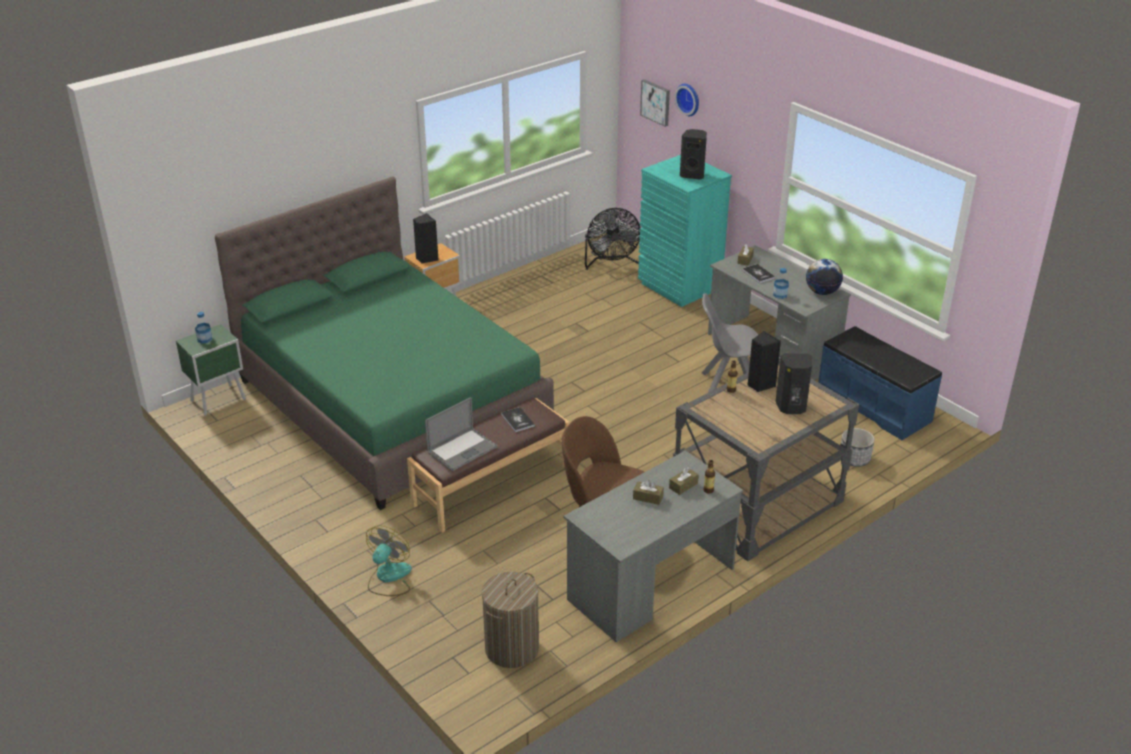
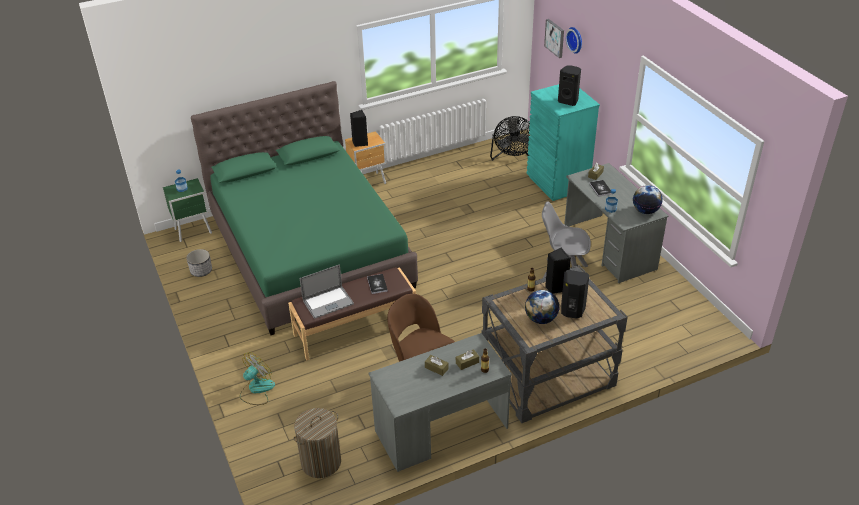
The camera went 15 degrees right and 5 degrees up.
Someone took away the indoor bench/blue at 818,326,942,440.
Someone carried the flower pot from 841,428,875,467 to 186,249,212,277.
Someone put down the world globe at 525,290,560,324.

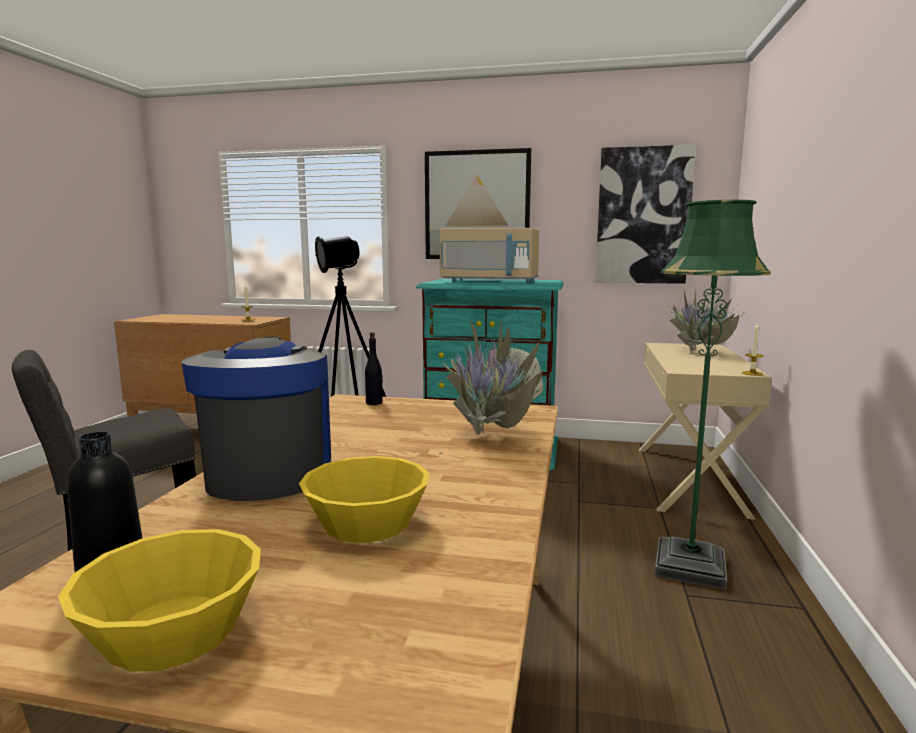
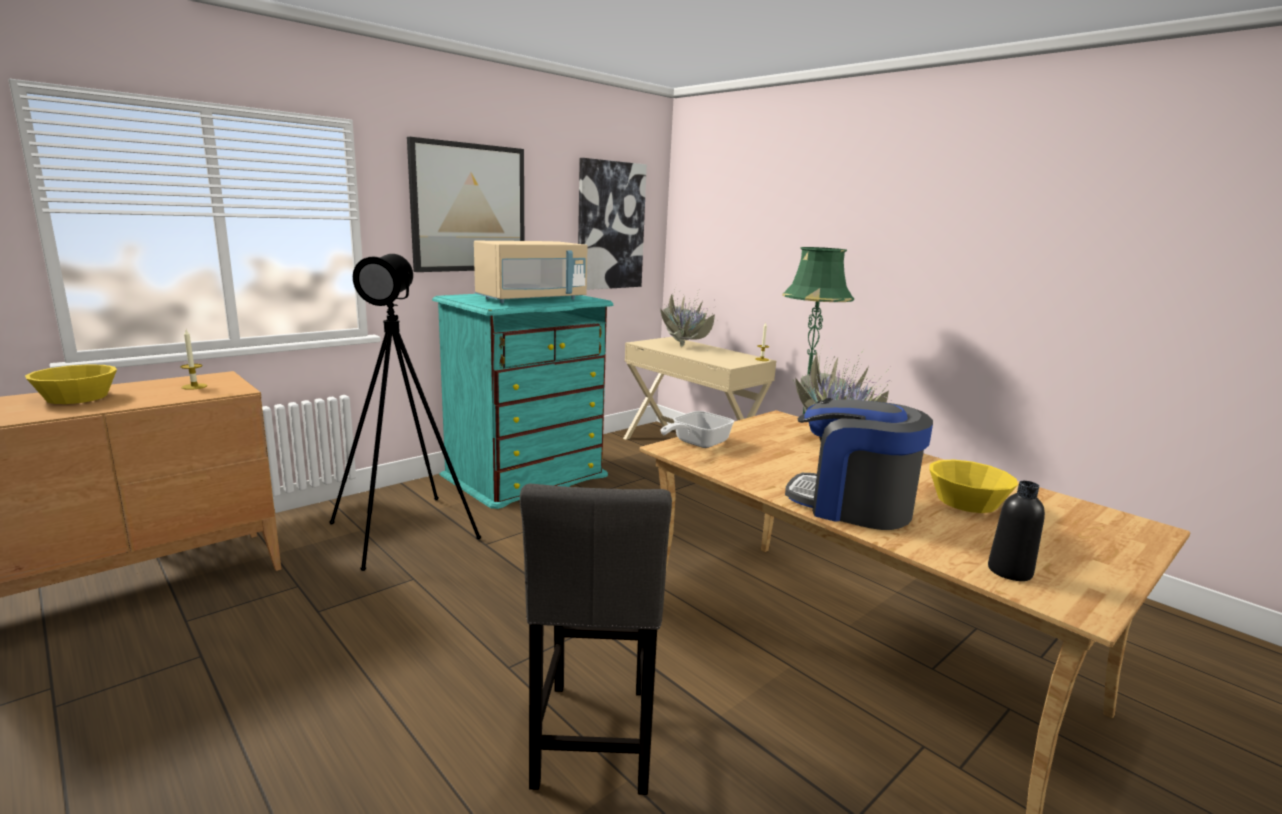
The camera went 55 degrees left and 5 degrees up.
Someone carried the serving bowl/yellowish from 58,529,261,672 to 25,364,117,404.
Someone swapped the beverage bottle/black at 365,332,383,405 for the pan at 660,411,734,448.

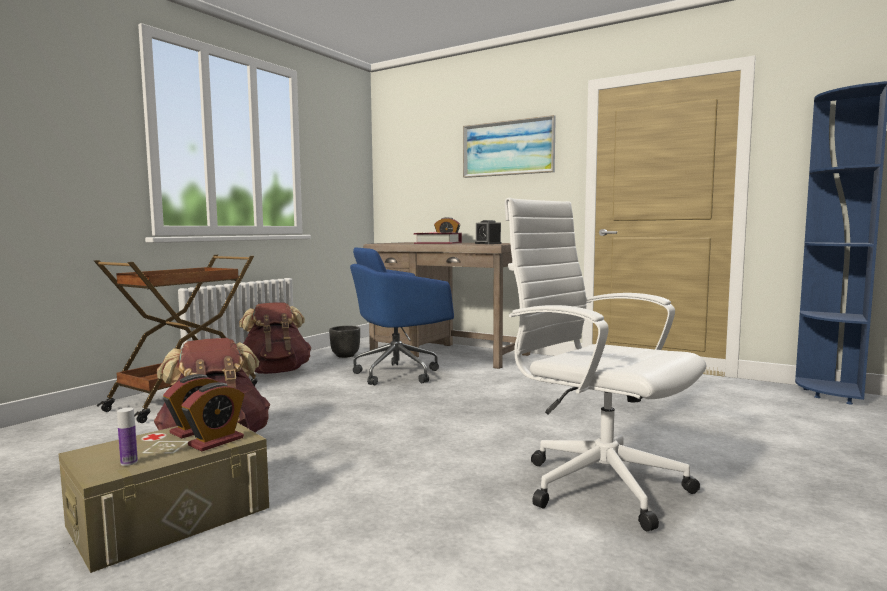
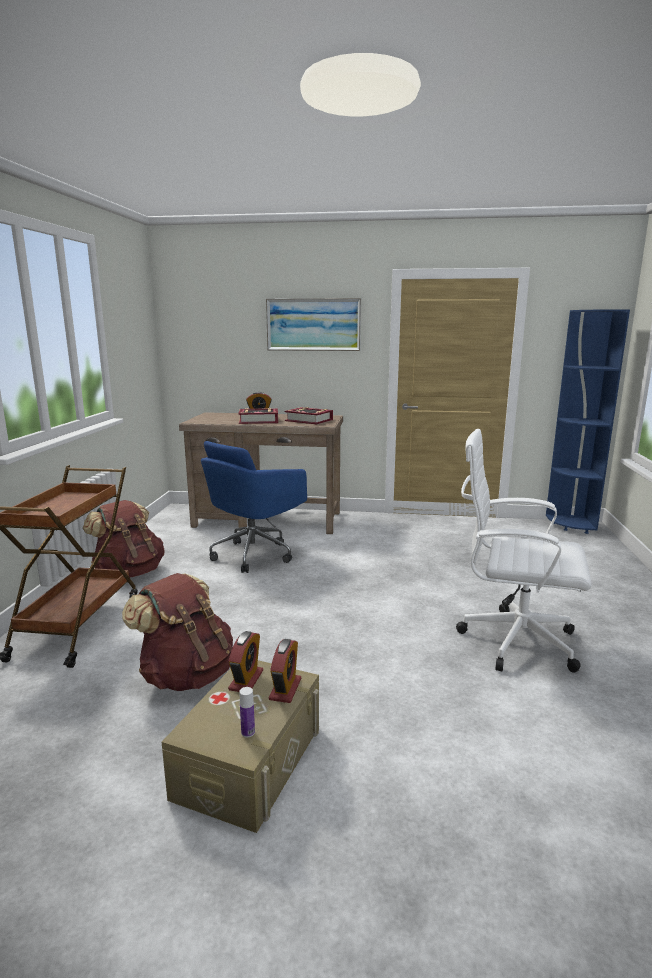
The camera went 25 degrees left and 10 degrees up.
Someone took away the flower pot/black at 329,326,360,358.
Someone swapped the table clock at 475,220,502,244 for the volume at 285,407,333,424.

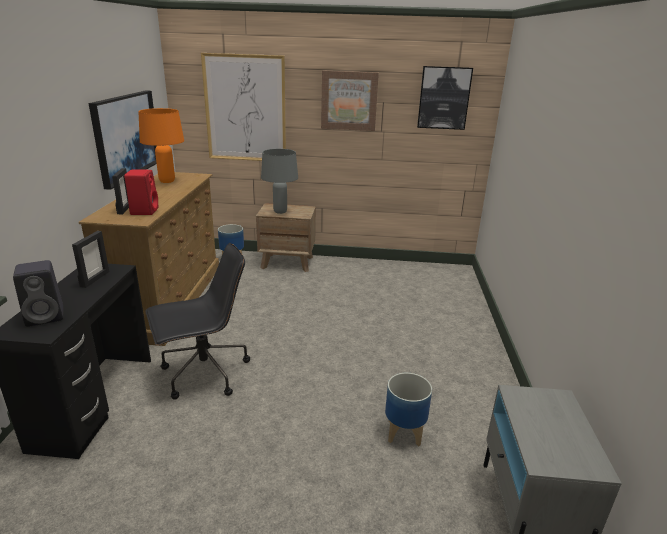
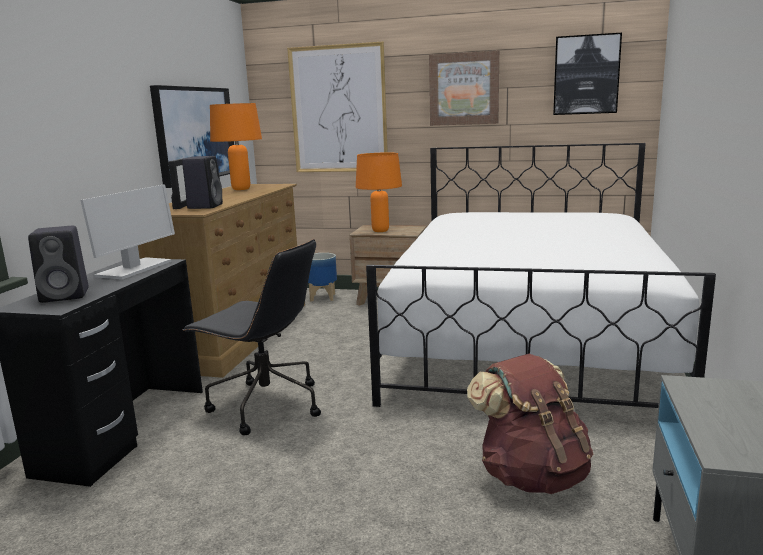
The camera went 10 degrees right and 10 degrees down.
Someone swapped the picture frame at 72,231,109,288 for the monitor at 80,184,175,280.
Someone repainted the loudspeaker/red at 124,169,159,215, which became the loudspeaker/black at 182,156,223,209.
Someone rotated the office chair/black at 145,243,250,400 by 45 degrees clockwise.
Someone repainted the table lamp/greyish at 261,149,298,214, which became the table lamp/orange-coloured at 356,152,402,232.
Someone swapped the flower pot at 385,373,432,446 for the rucksack/brownish at 467,354,593,494.
Someone put down the bed/white-coloured at 366,143,716,408.

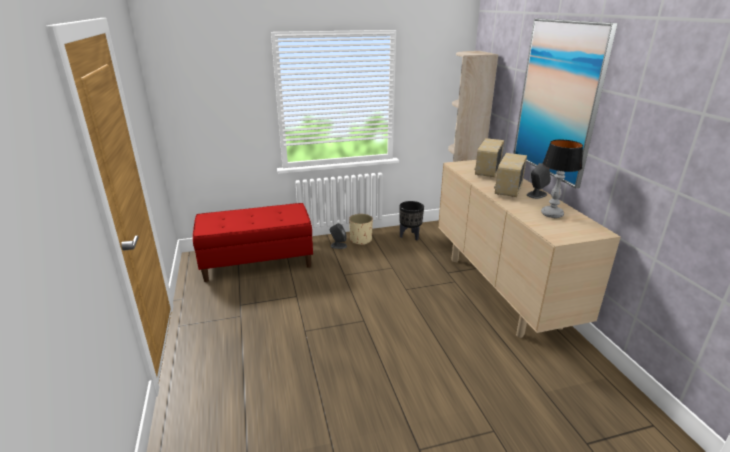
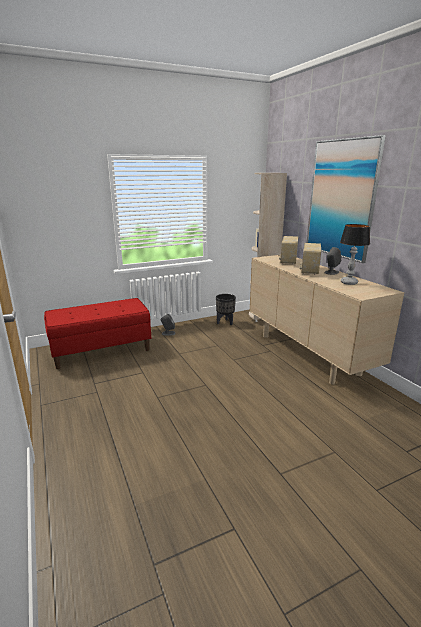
The camera went 10 degrees left and 5 degrees down.
Someone took away the flower pot/beige-coloured at 349,214,373,245.

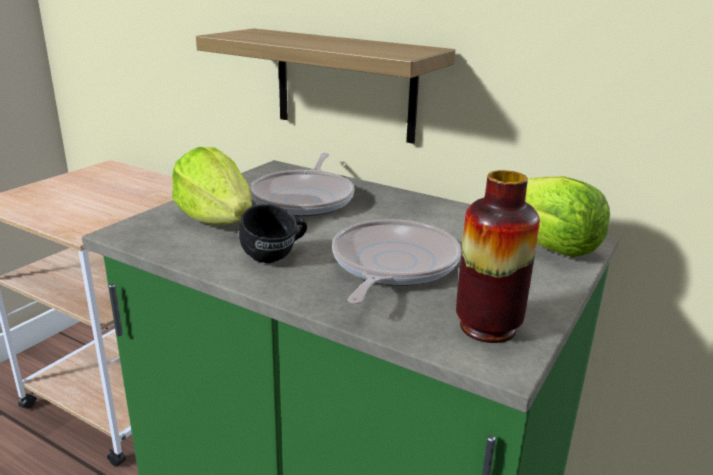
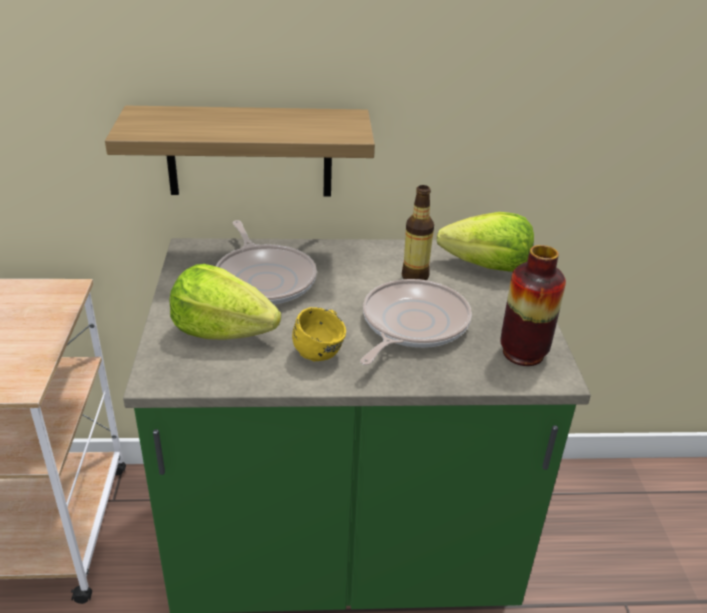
The camera went 35 degrees left and 10 degrees up.
Someone repainted the tea mug/black at 239,204,307,263, which became the tea mug/yellowish at 292,307,346,361.
Someone rotated the pan at 332,219,461,304 by 45 degrees clockwise.
Someone put down the beverage bottle at 402,185,434,280.

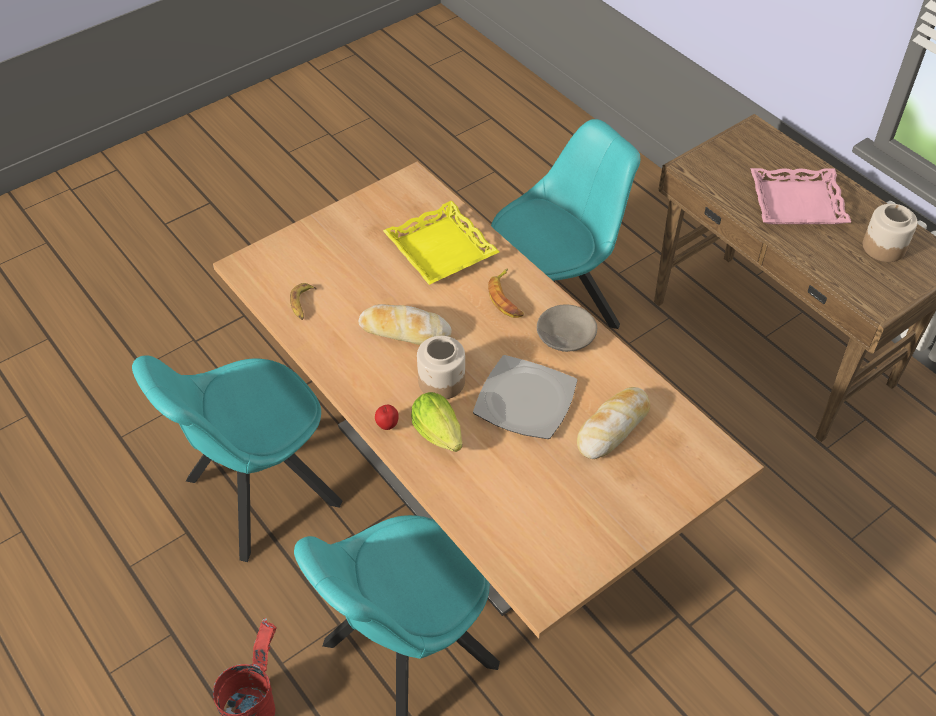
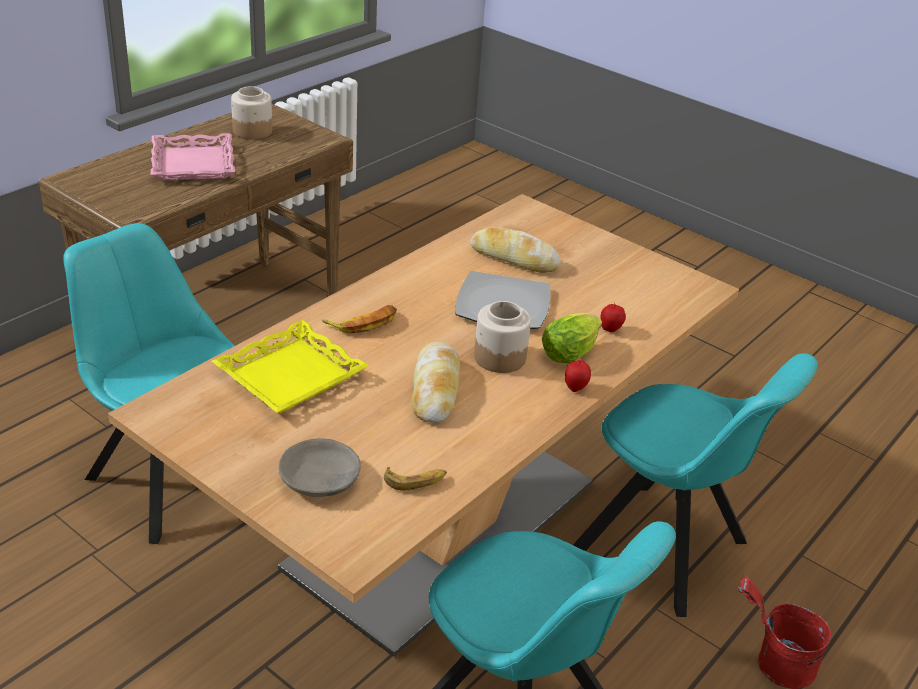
The camera went 105 degrees left and 15 degrees down.
Someone carried the serving bowl/greyish from 537,304,597,352 to 279,438,361,497.
Someone put down the apple fruit at 600,303,626,333.

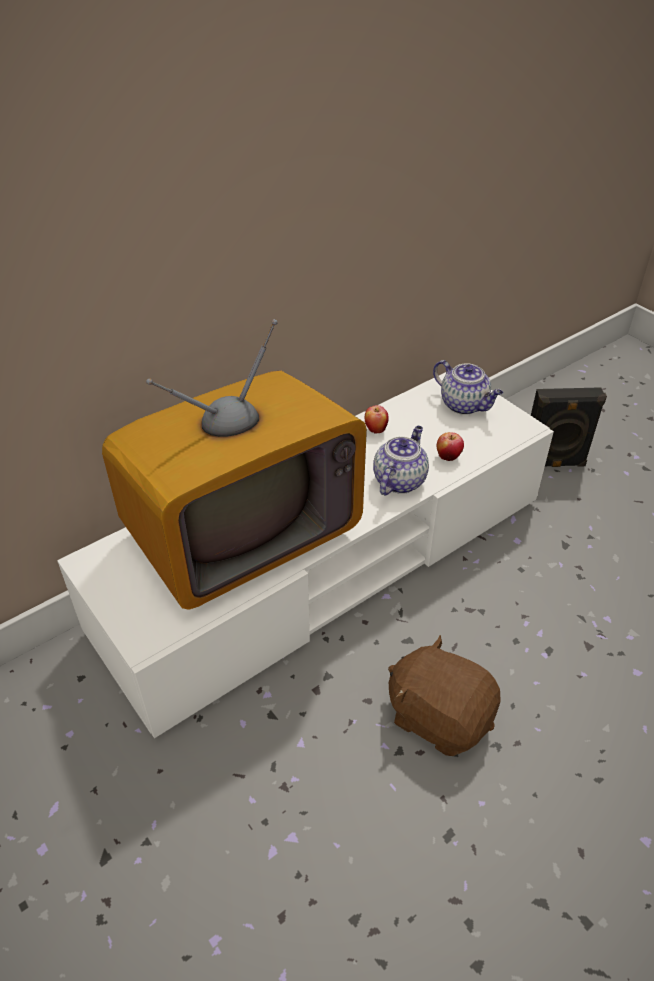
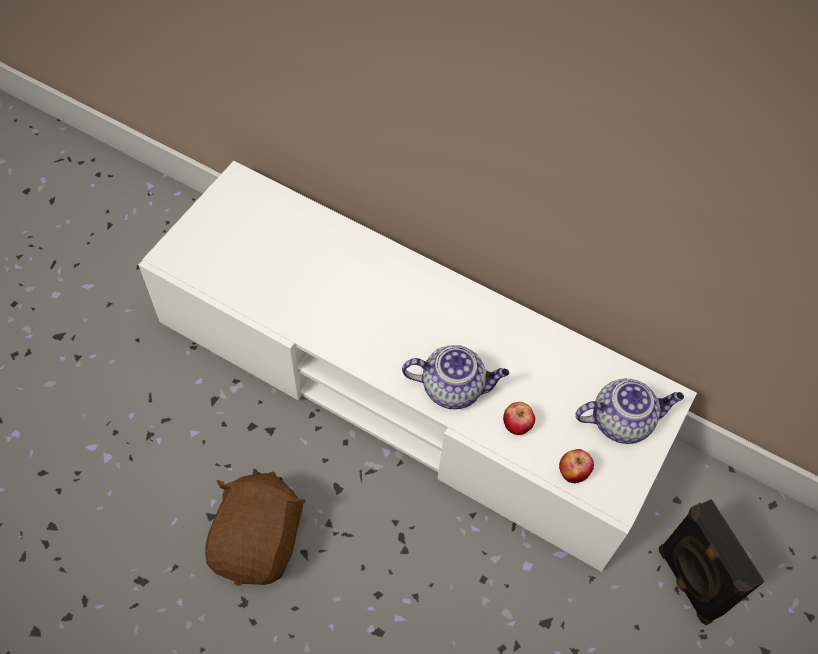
The camera went 65 degrees right and 15 degrees up.
Someone took away the TV set at 102,319,367,609.
Someone carried the apple fruit from 365,405,389,434 to 559,449,594,483.
Someone rotated the teapot at 433,360,503,415 by 120 degrees counterclockwise.

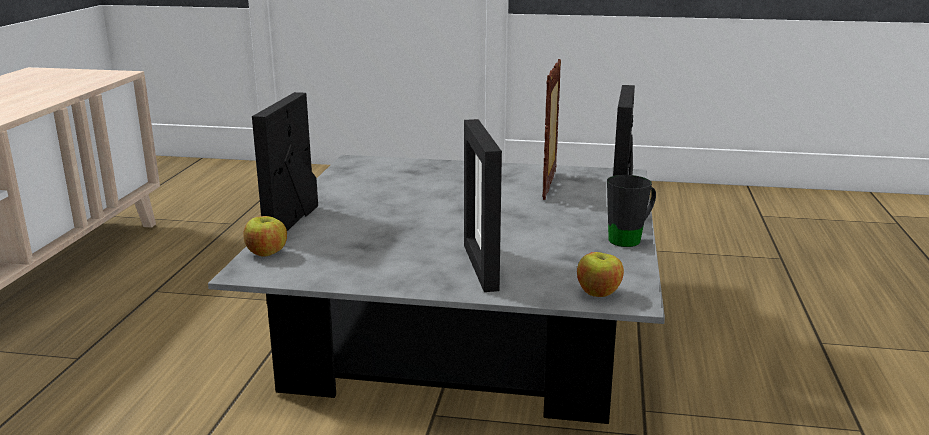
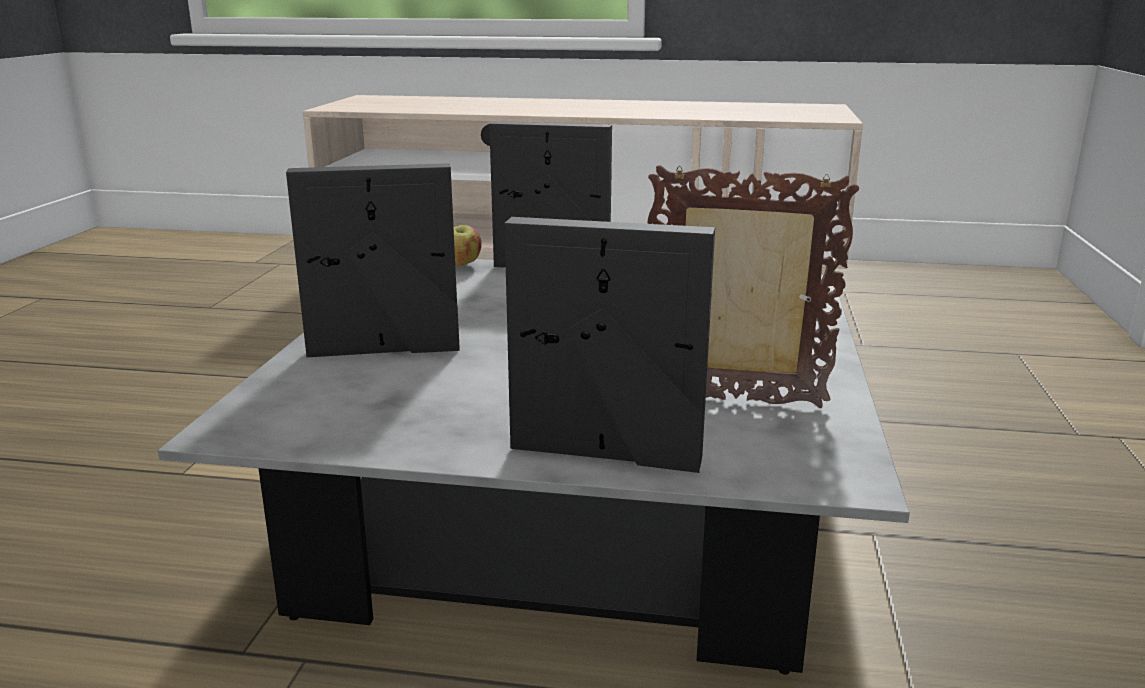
The camera went 90 degrees right and 0 degrees up.
Someone took away the apple fruit at 577,252,624,297.
Someone took away the tea mug/black at 607,175,656,247.

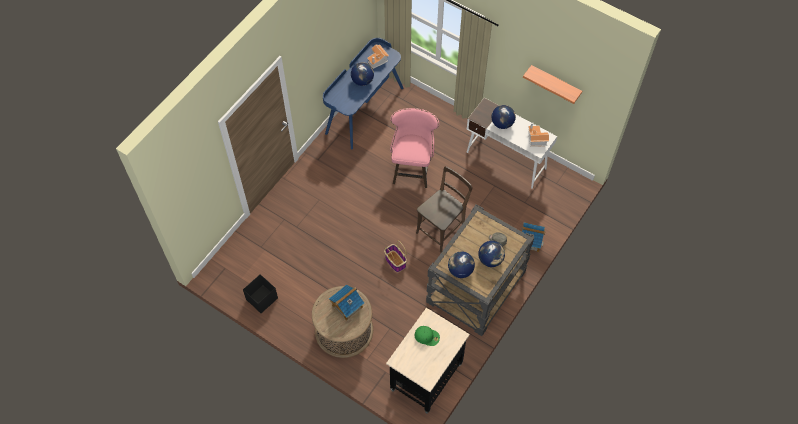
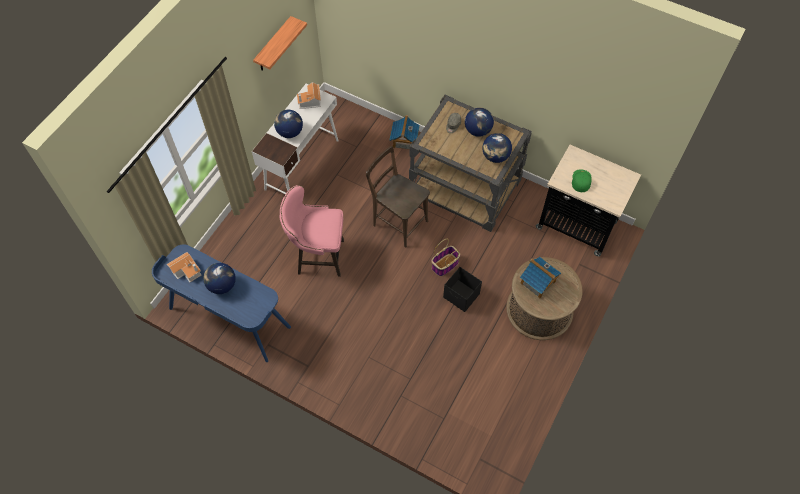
The camera went 95 degrees left and 0 degrees up.
Someone carried the storage box/black from 243,274,278,313 to 443,267,482,312.

